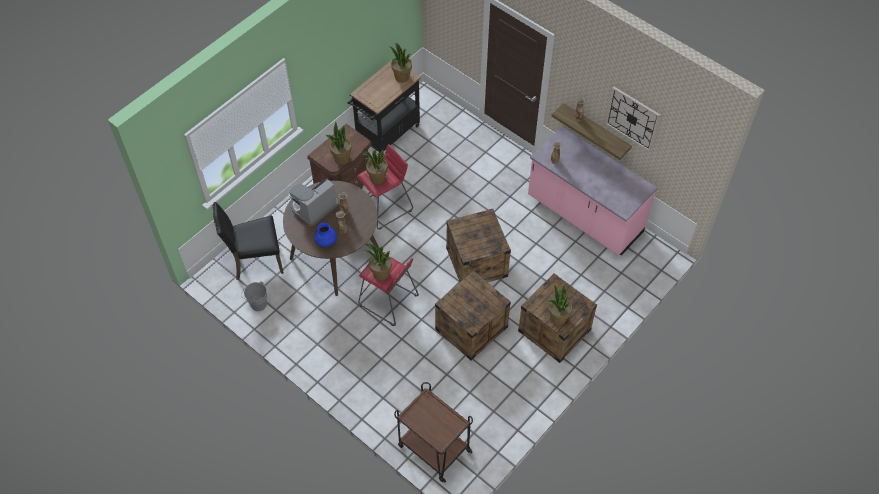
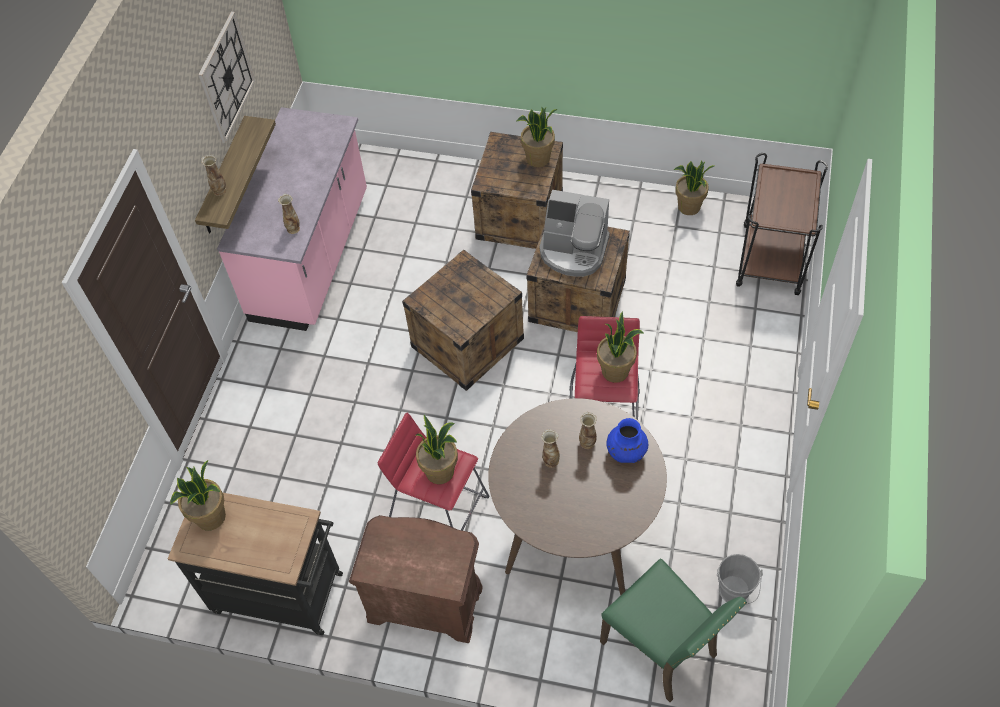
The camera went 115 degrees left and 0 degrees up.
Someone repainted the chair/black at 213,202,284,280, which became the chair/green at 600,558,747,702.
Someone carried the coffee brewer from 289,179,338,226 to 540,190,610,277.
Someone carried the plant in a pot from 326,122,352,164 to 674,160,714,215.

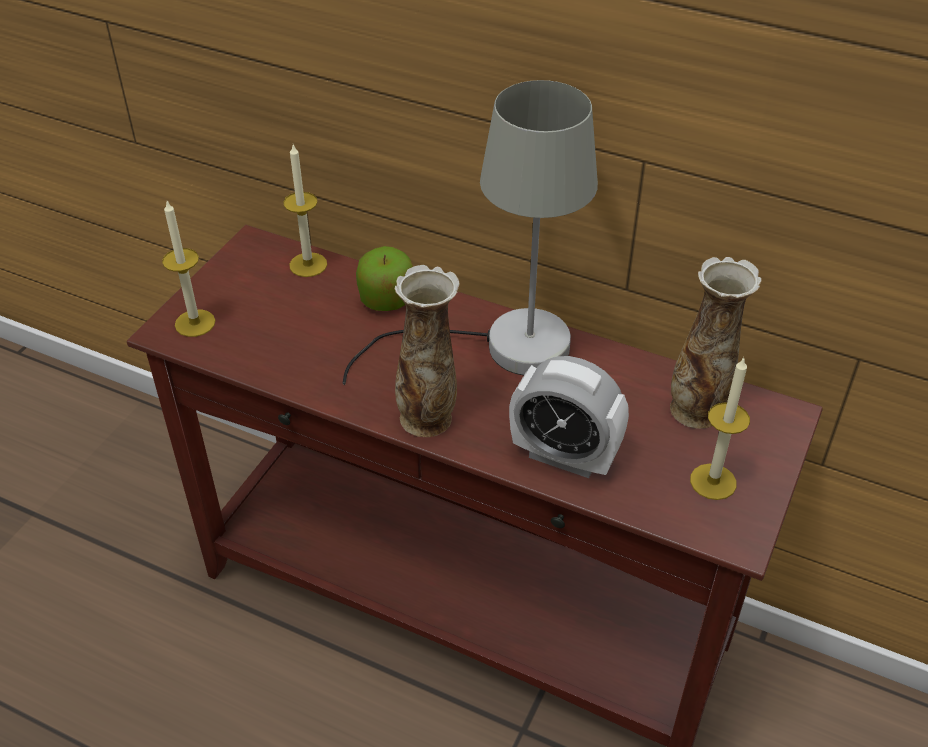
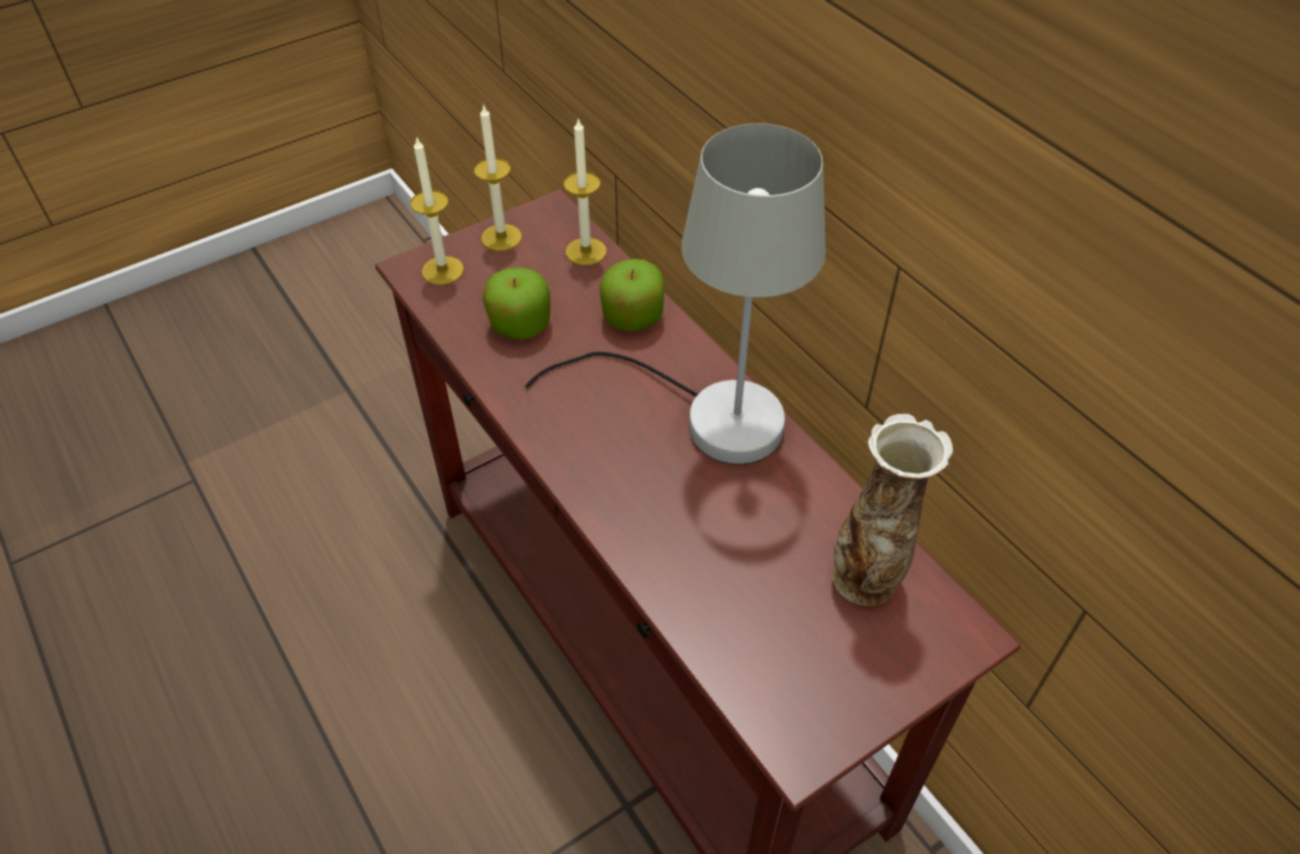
The camera went 30 degrees right and 5 degrees up.
Someone took away the flower vase at 395,265,460,437.
Someone took away the table clock at 509,356,629,478.
Someone carried the wax candle from 690,357,750,500 to 474,104,522,251.
Someone put down the apple fruit at 482,267,551,339.

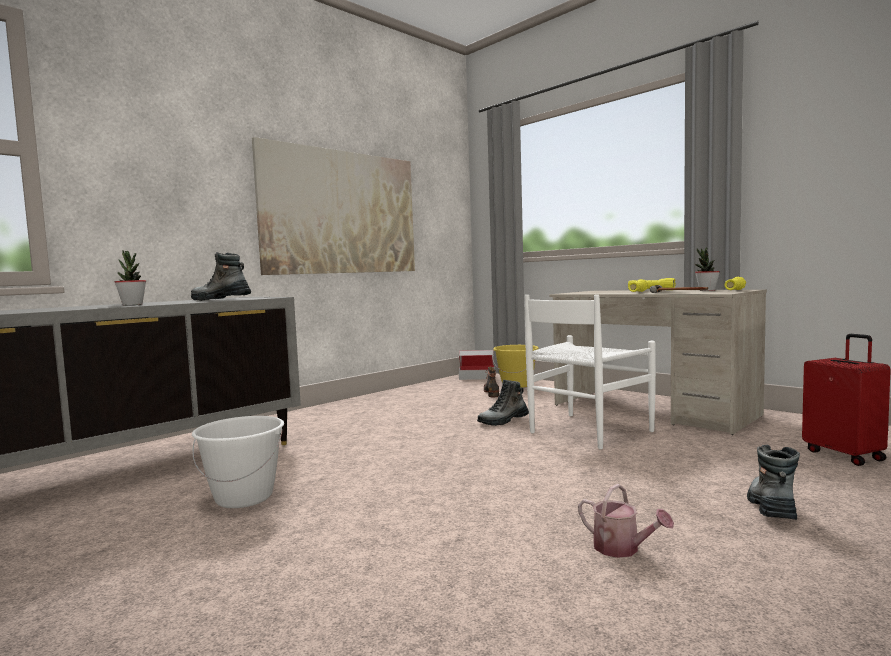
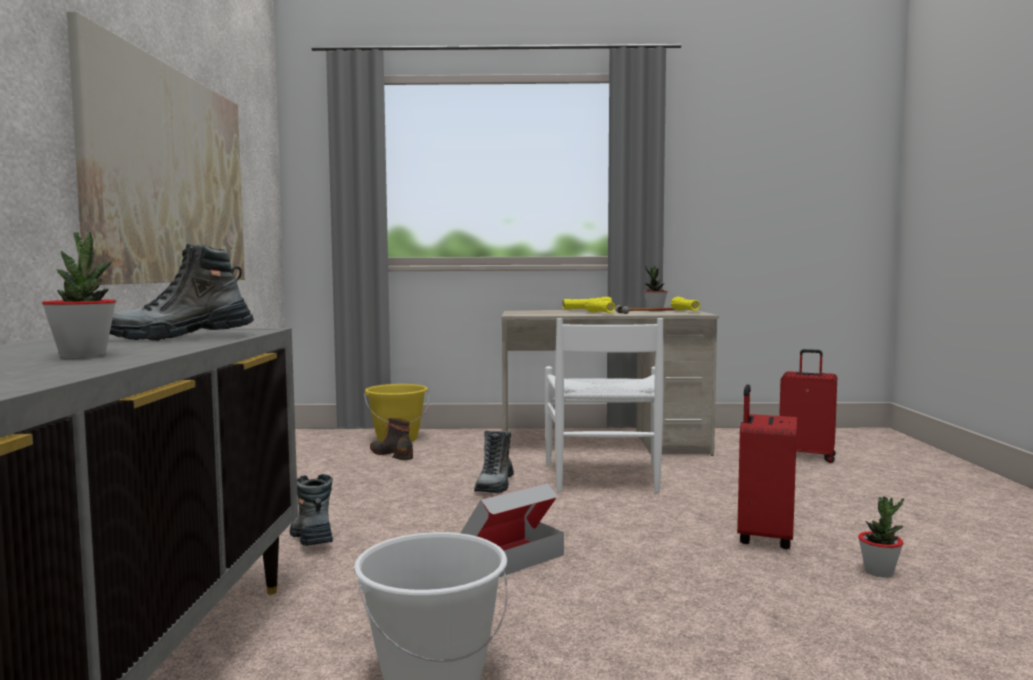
The camera went 45 degrees left and 0 degrees up.
Someone carried the packing box from 459,350,495,380 to 461,483,564,577.
Someone swapped the watering pot at 578,484,674,558 for the plant in a pot at 858,496,904,578.
Someone carried the tall boot from 747,445,800,520 to 290,474,333,546.
Someone put down the travel case/red at 737,385,797,549.

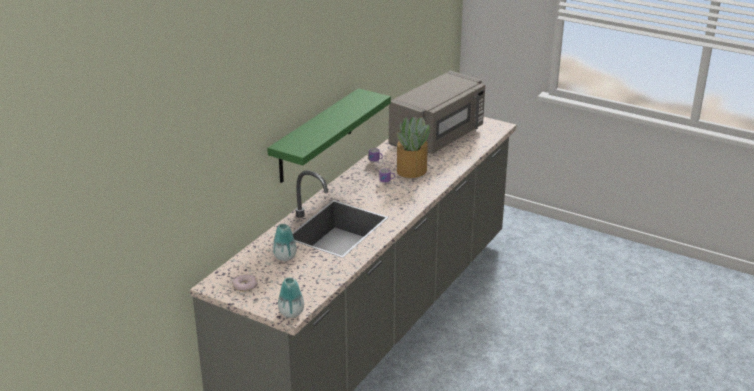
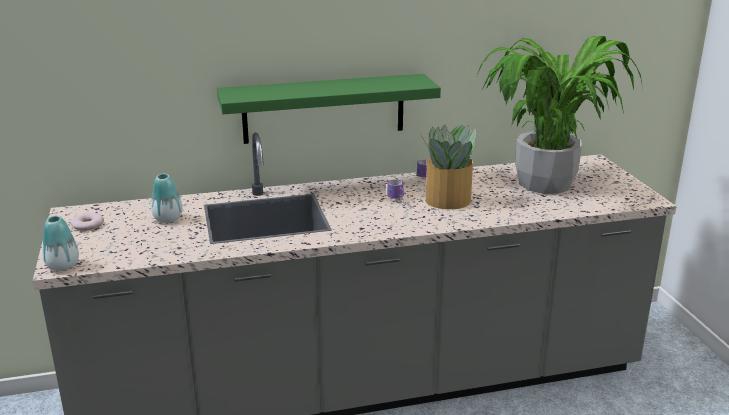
The camera went 45 degrees right and 5 degrees down.
Someone swapped the kitchen microwave/greyish at 389,71,485,154 for the plant in a pot at 477,36,643,194.

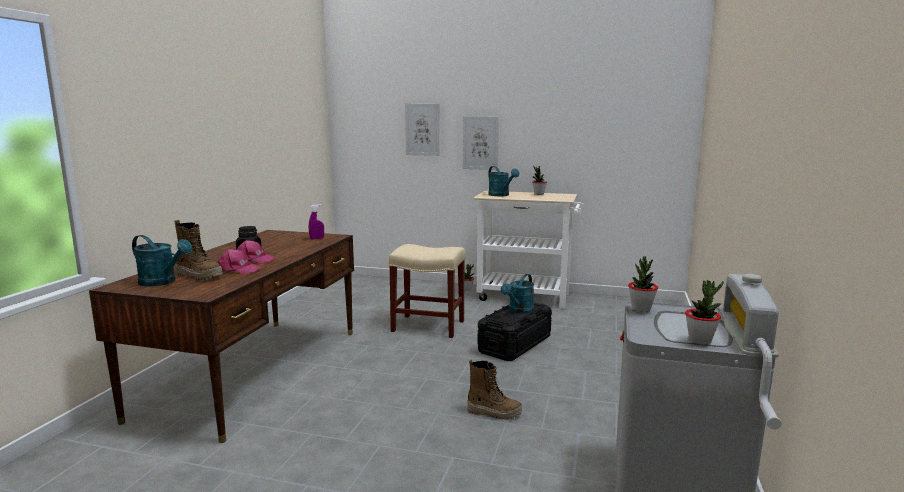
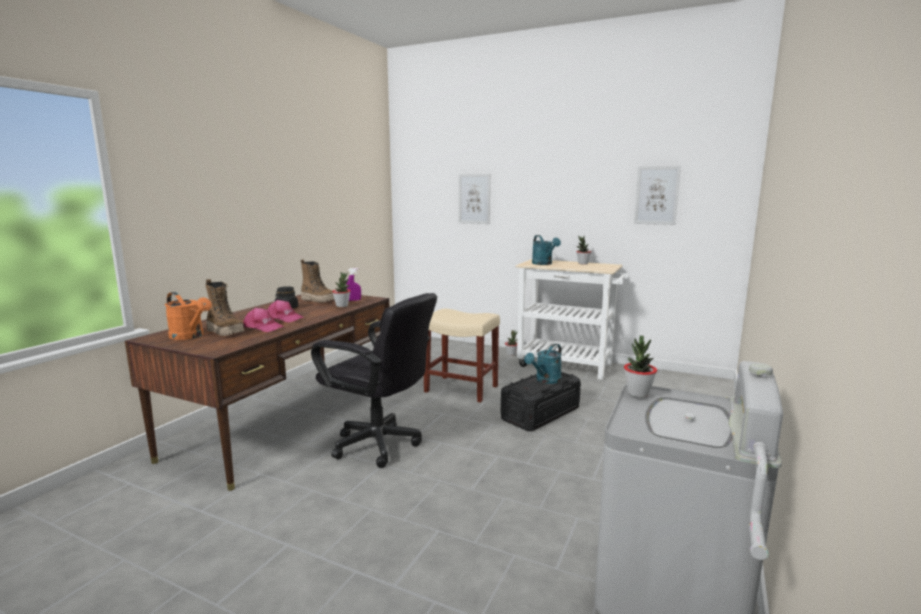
The camera went 10 degrees right and 0 degrees up.
Someone repainted the watering pot/blue-green at 132,235,192,286, which became the watering pot/orange-coloured at 165,292,212,340.
Someone carried the wall picture from 463,116,499,170 to 634,166,681,225.
Someone carried the tall boot from 467,359,522,420 to 301,260,334,303.
Someone carried the plant in a pot from 685,280,724,345 to 332,272,351,307.
Someone put down the office chair/black at 311,293,437,468.

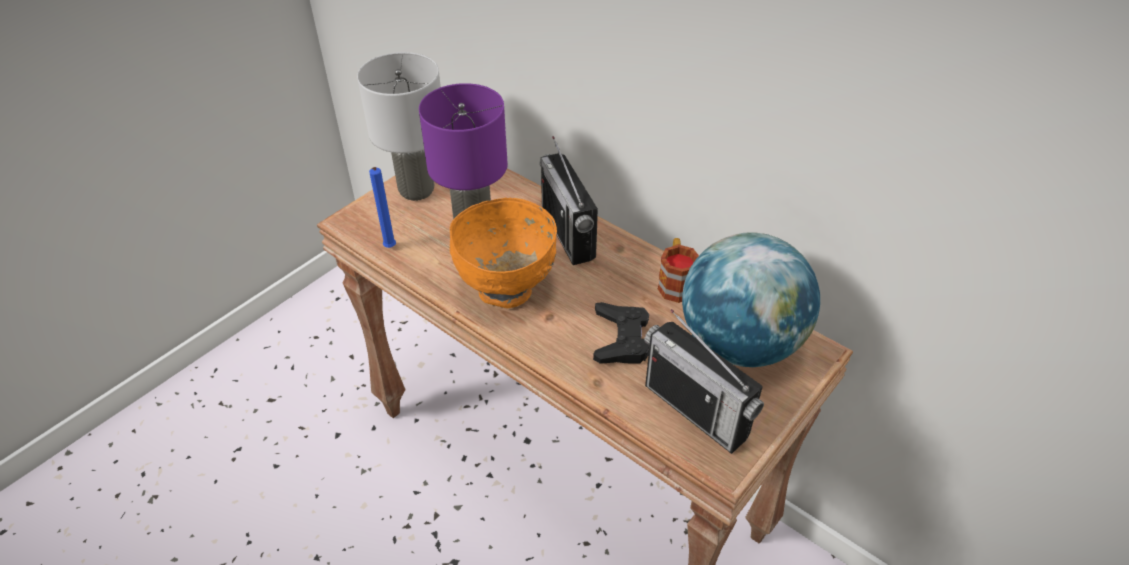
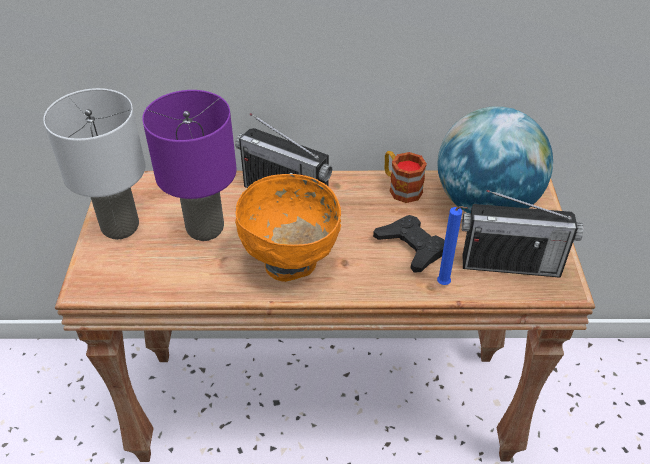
The camera went 40 degrees left and 0 degrees up.
Someone carried the wax candle/blue from 369,167,396,248 to 437,206,468,285.

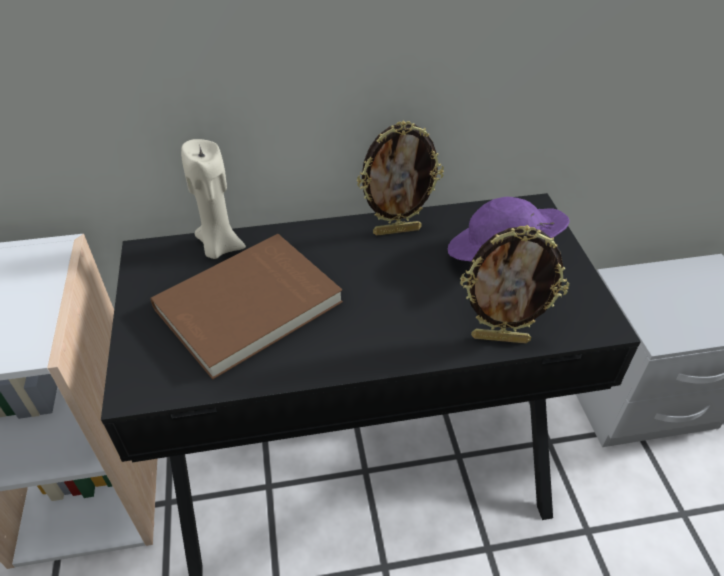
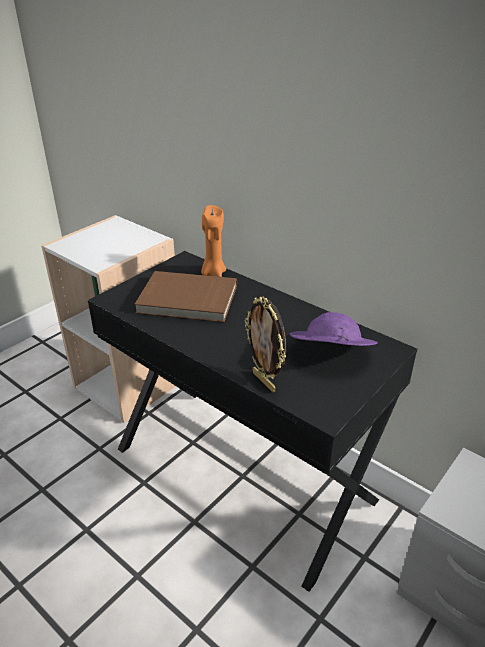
The camera went 50 degrees right and 10 degrees down.
Someone repainted the wax candle/beige-coloured at 181,139,246,259, which became the wax candle/orange-coloured at 201,205,226,277.
Someone took away the picture frame at 357,121,444,236.

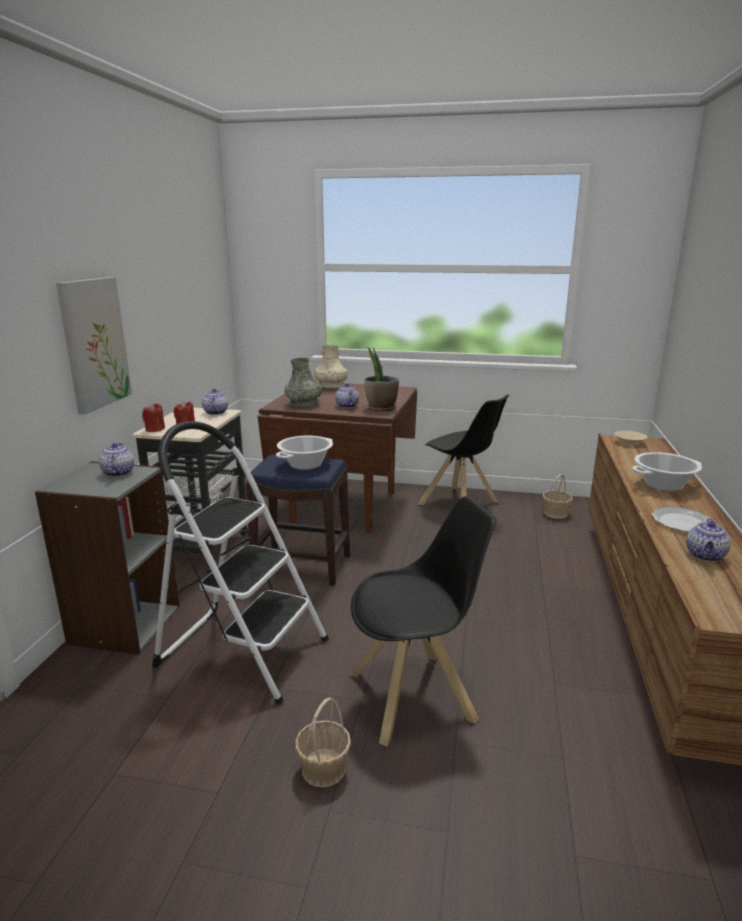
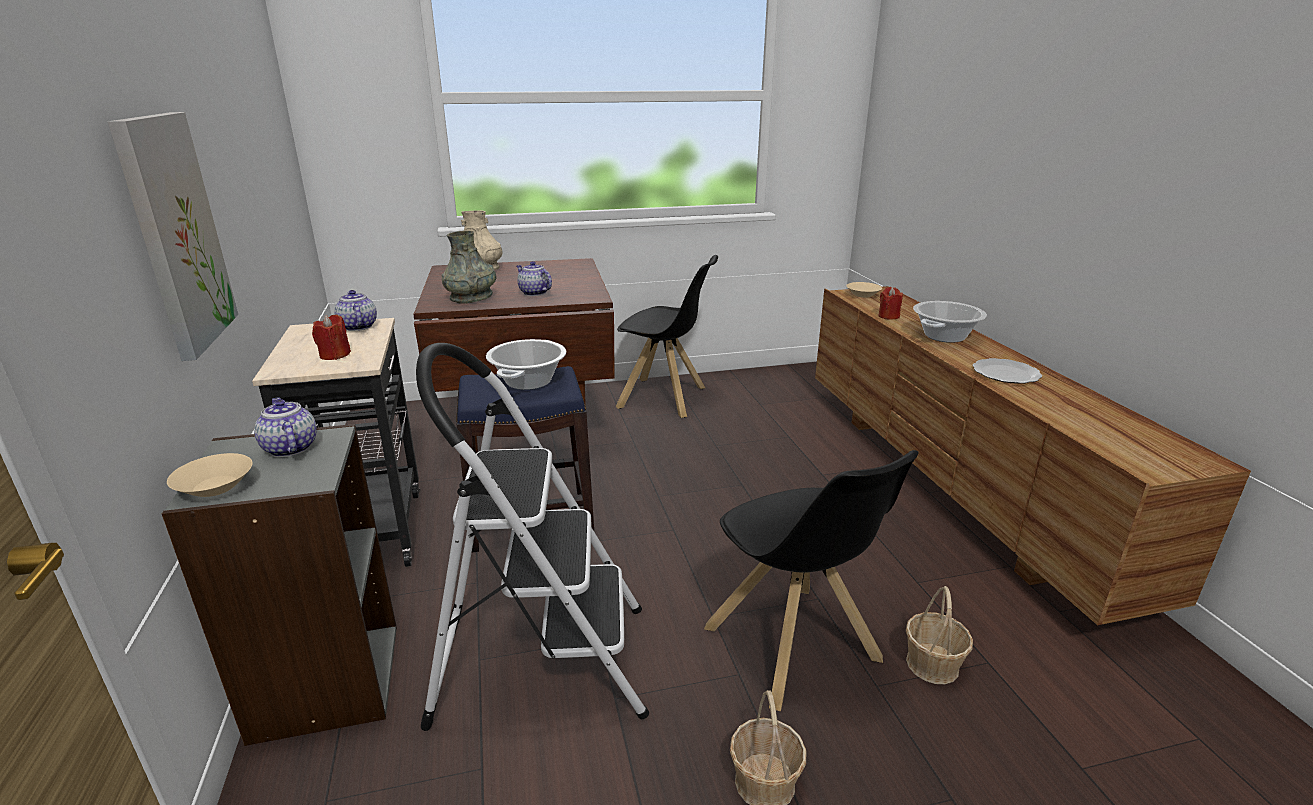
The camera went 25 degrees left and 5 degrees up.
Someone carried the wax candle/red from 142,403,165,432 to 879,287,903,320.
Someone rotated the chair/black at 350,496,497,746 by 105 degrees clockwise.
Someone took away the plant in a pot at 364,347,399,411.
Someone carried the basket from 543,474,573,519 to 906,586,973,684.
Someone took away the teapot at 686,518,731,561.
Someone put down the serving bowl/beige-coloured at 167,453,253,497.

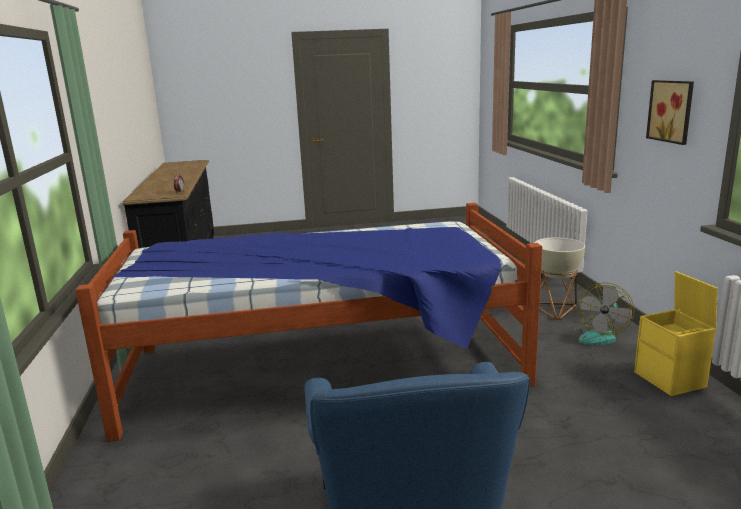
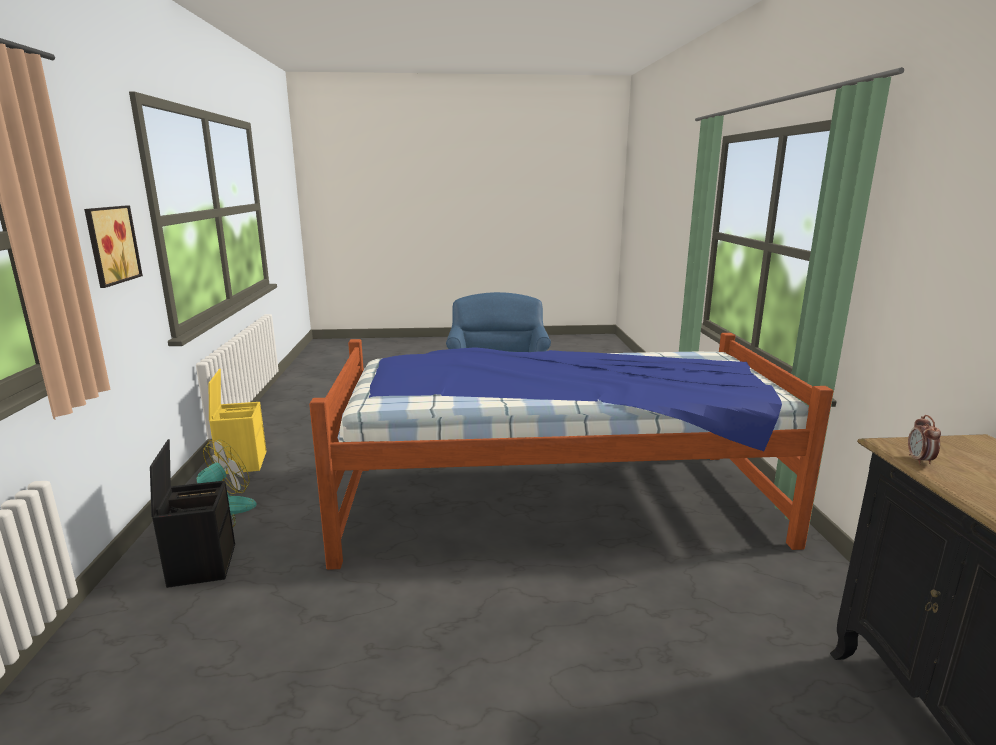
The camera went 175 degrees left and 0 degrees up.
Someone swapped the flower pot at 534,237,585,320 for the storage box/black at 150,439,235,588.

